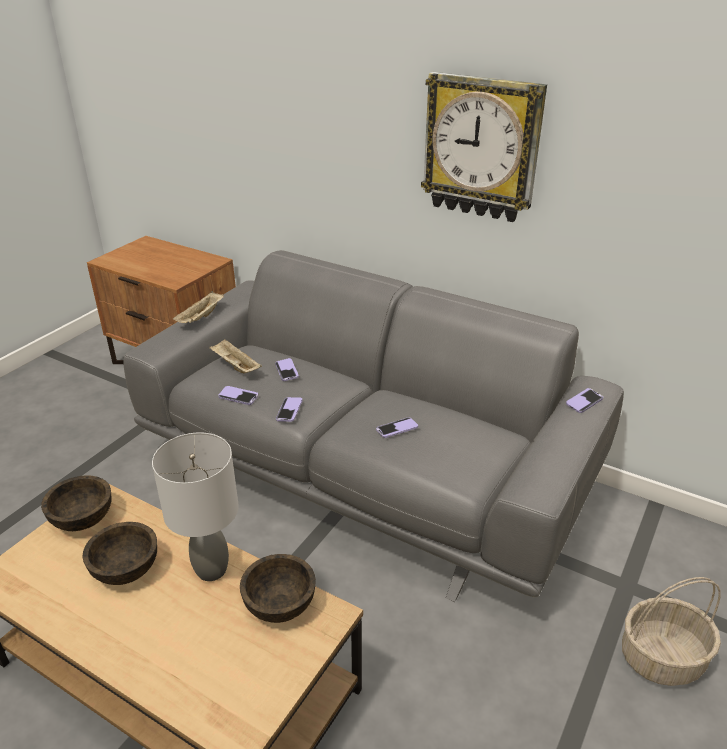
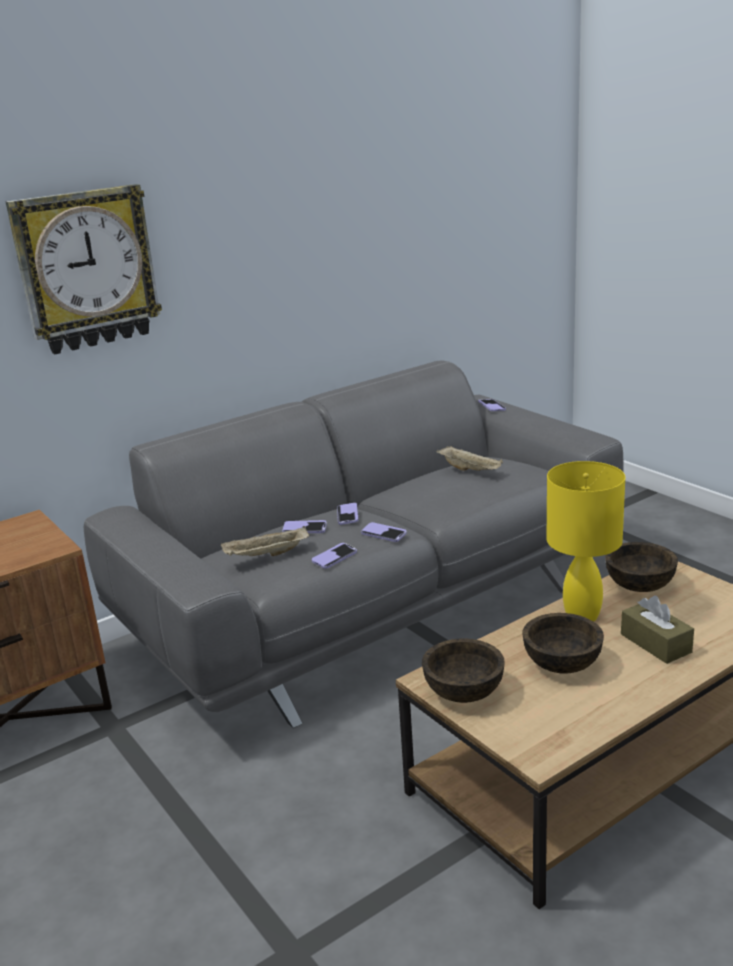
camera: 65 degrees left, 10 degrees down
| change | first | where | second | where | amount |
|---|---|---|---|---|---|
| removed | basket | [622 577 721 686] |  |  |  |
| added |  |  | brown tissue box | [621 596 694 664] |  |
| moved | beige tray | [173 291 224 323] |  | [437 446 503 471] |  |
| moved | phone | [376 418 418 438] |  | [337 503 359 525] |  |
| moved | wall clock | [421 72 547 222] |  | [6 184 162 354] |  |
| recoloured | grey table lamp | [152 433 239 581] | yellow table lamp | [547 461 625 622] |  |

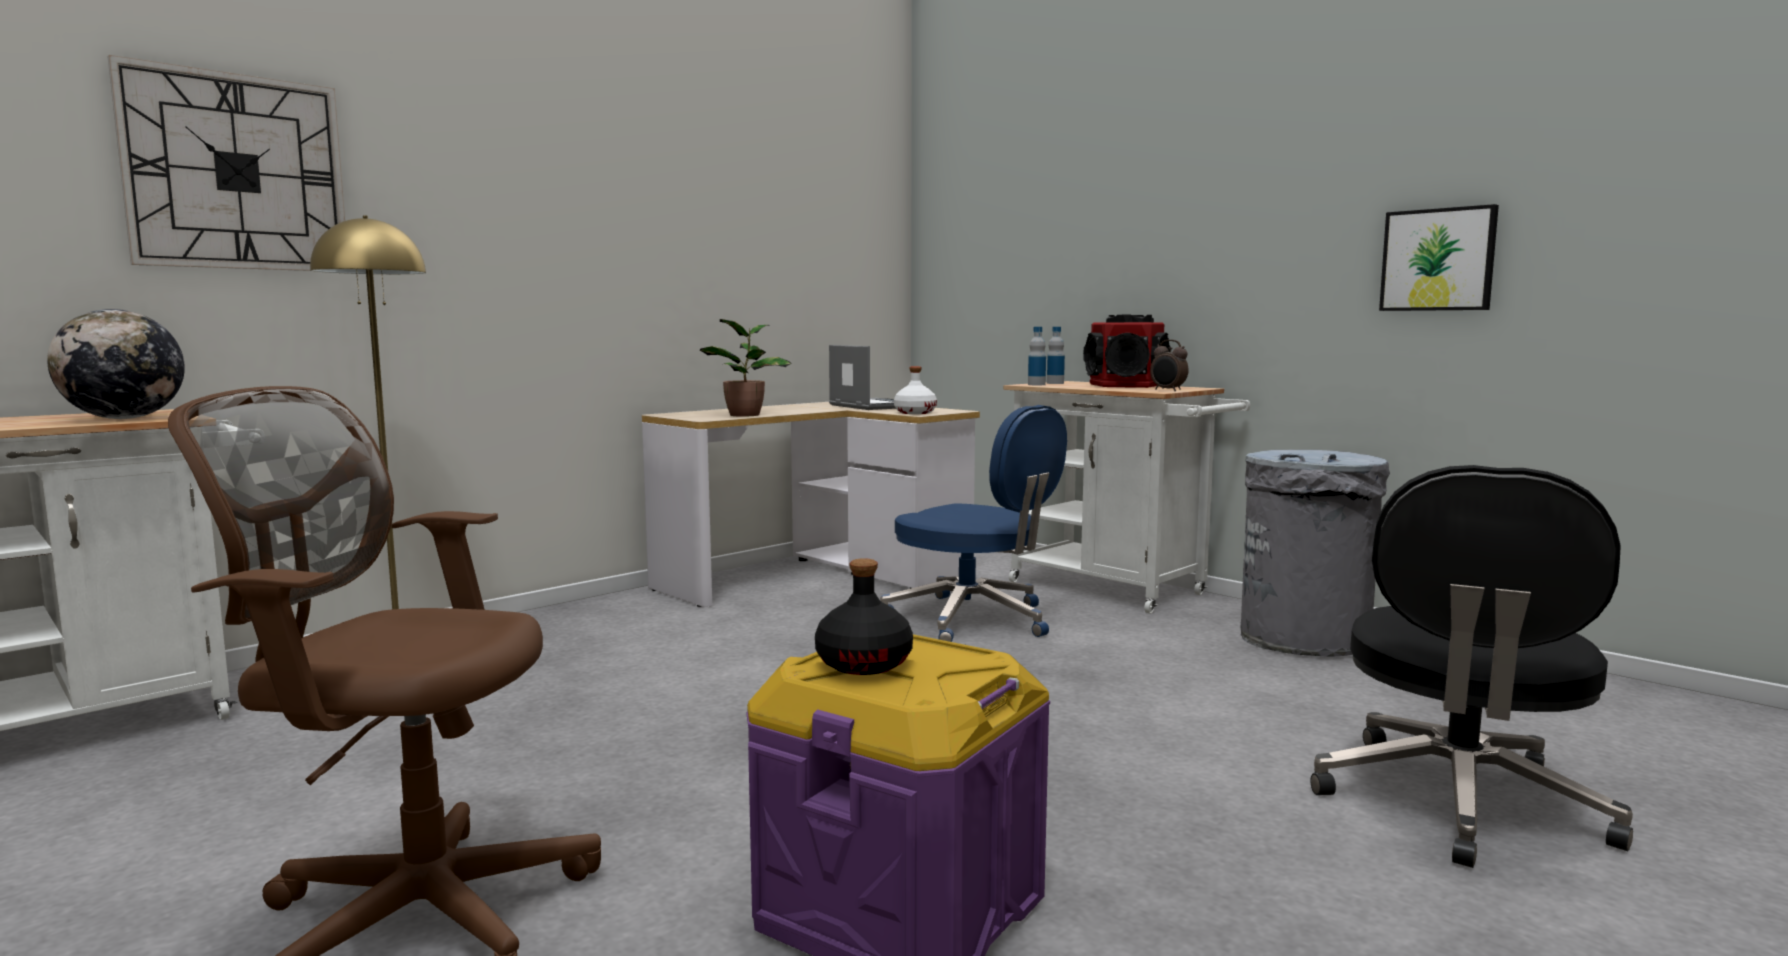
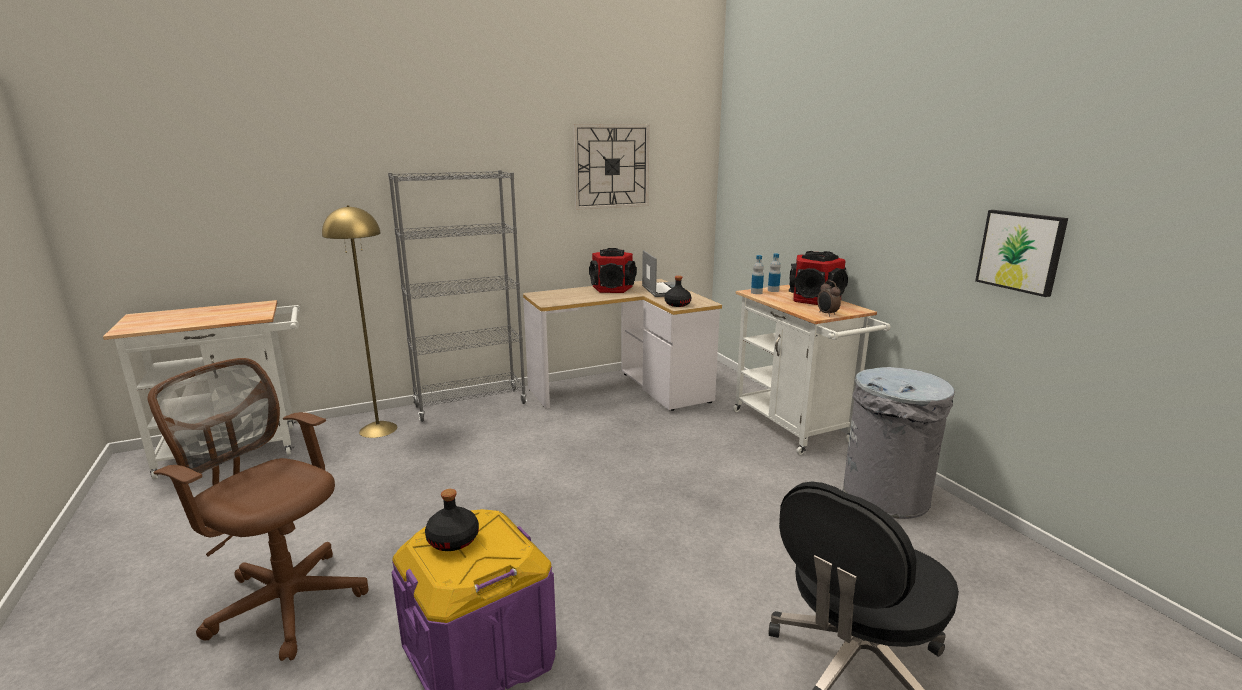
camera: 20 degrees right, 10 degrees up
| change | first | where | second | where | amount |
|---|---|---|---|---|---|
| removed | globe | [47 309 185 419] |  |  |  |
| removed | potted plant | [700 319 791 417] |  |  |  |
| removed | blue office chair | [880 405 1067 642] |  |  |  |
| added |  |  | grey bookcase | [388 170 527 422] |  |
| added |  |  | speaker | [589 248 637 293] |  |
| moved | wall clock | [107 55 345 271] |  | [573 124 649 210] |  |
| recoloured | white bottle | [894 366 937 414] | black bottle | [665 276 691 307] |  |

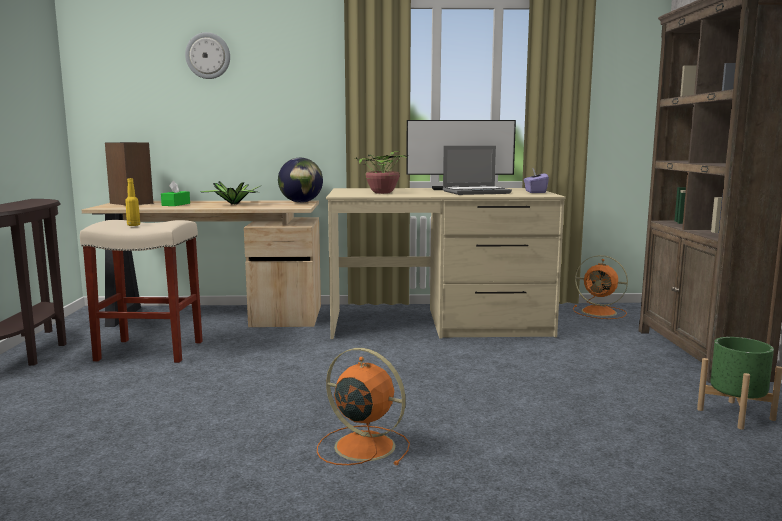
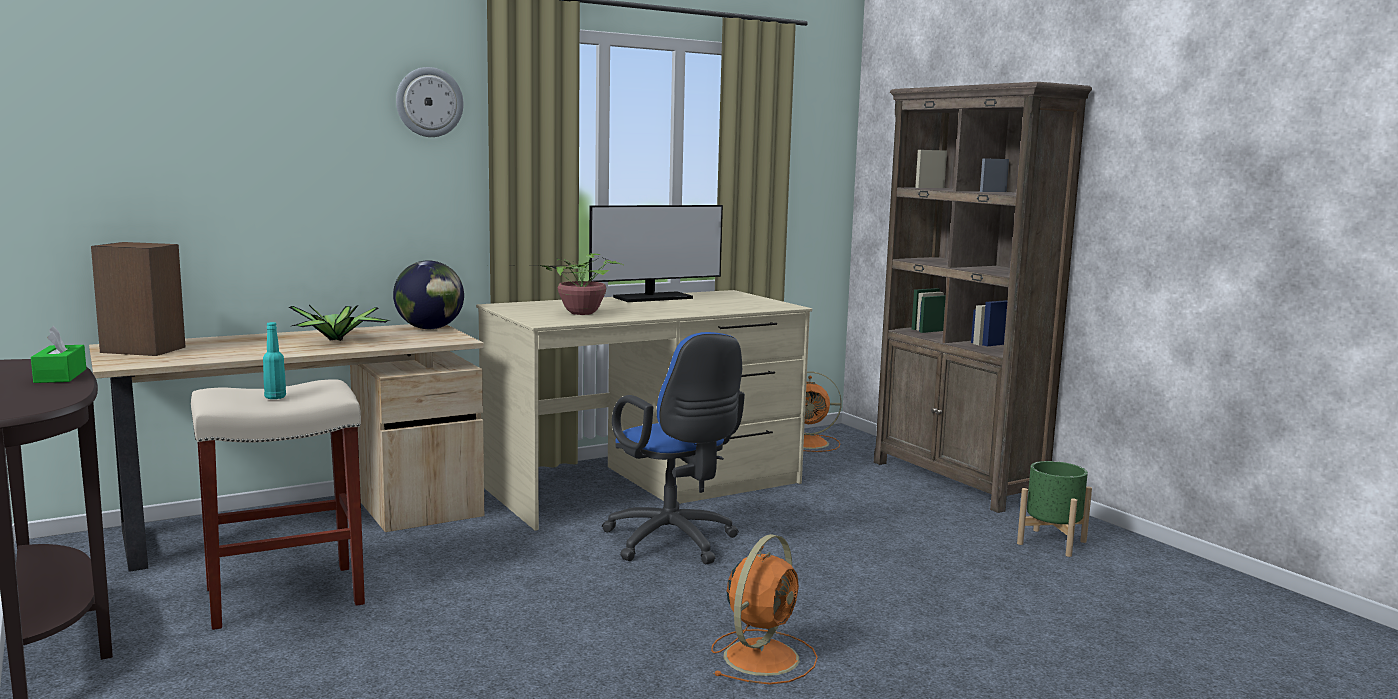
camera: 30 degrees left, 0 degrees up
| change | first | where | second | where | amount |
|---|---|---|---|---|---|
| removed | laptop | [443 146 512 195] |  |  |  |
| removed | purple tissue box | [524 168 549 193] |  |  |  |
| added |  |  | blue office chair | [602 332 745 564] |  |
| moved | green tissue box | [161 180 190 206] |  | [31 326 86 383] |  |
| moved | wall clock | [185 32 230 79] |  | [396 67 464 137] |  |
| recoloured | yellow bottle | [125 178 140 226] | turquoise bottle | [263 322 286 399] |  |
| turned | orange fan | [317 348 410 465] |  | [711 534 818 684] | 120 degrees clockwise |

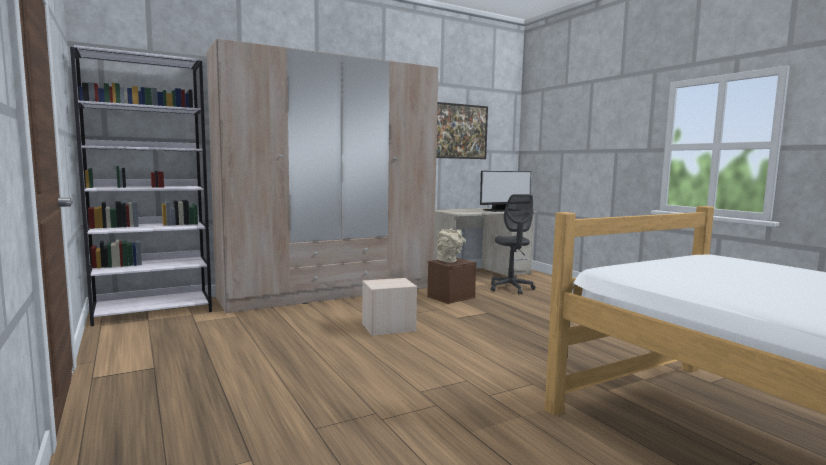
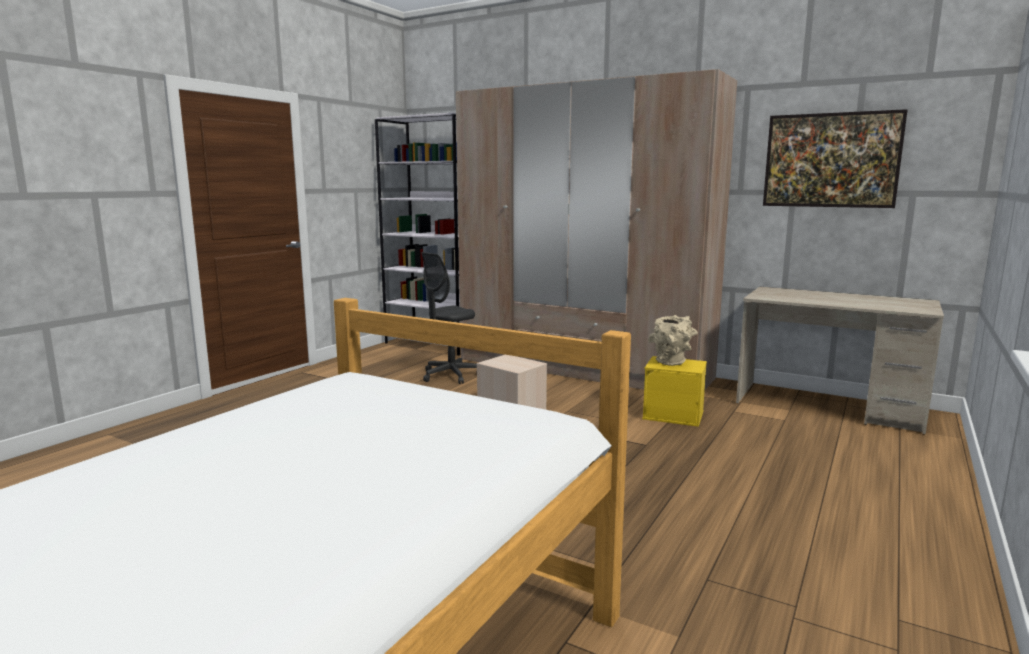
camera: 60 degrees right, 5 degrees up
| change | first | where | second | where | amount |
|---|---|---|---|---|---|
| removed | monitor | [480 171 531 212] |  |  |  |
| moved | grey office chair | [491 194 536 295] |  | [421 252 477 384] |  |
| recoloured | brown storage box | [427 258 477 304] | yellow storage box | [642 356 707 427] |  |

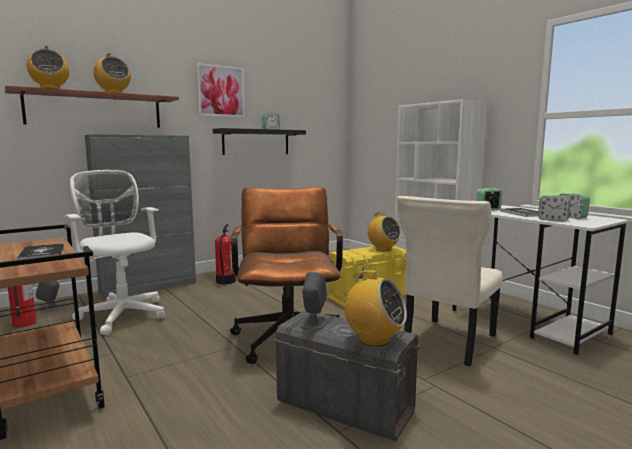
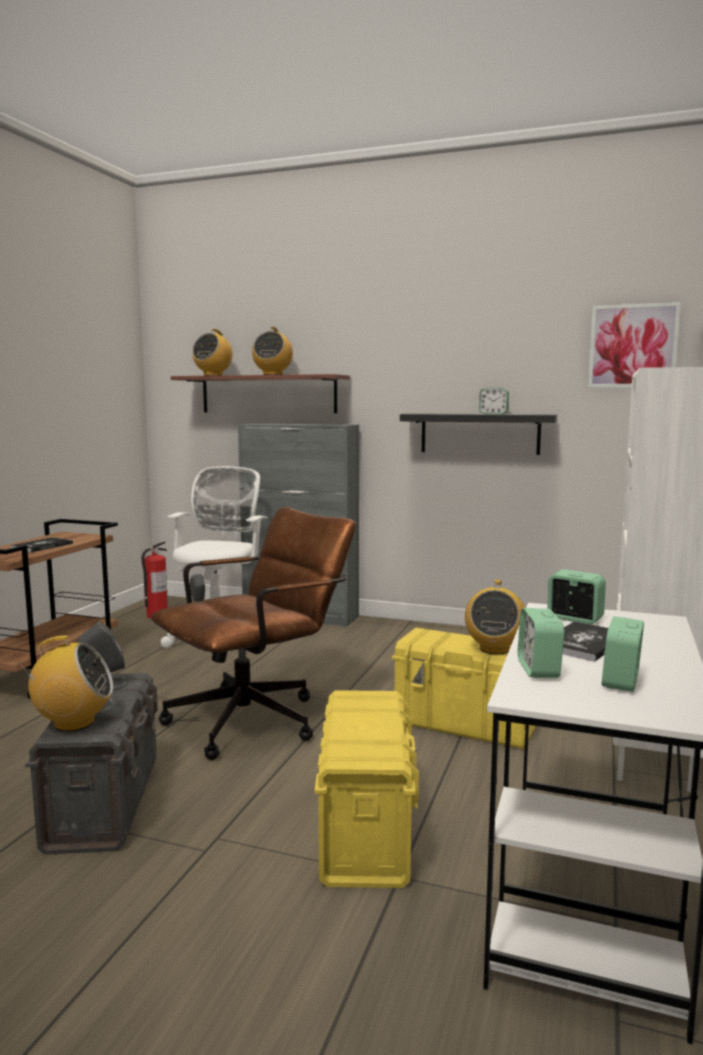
camera: 55 degrees right, 0 degrees up
| change | first | where | second | where | amount |
|---|---|---|---|---|---|
| removed | fire extinguisher | [215 224 236 284] |  |  |  |
| moved | picture | [196 63 245 118] |  | [588 302 681 388] |  |
| replaced | beige chair | [397 196 503 367] | yellow storage box | [314 690 419 888] |  |
| turned | radio | [339 270 407 346] |  | [18 635 113 732] | 90 degrees counterclockwise |

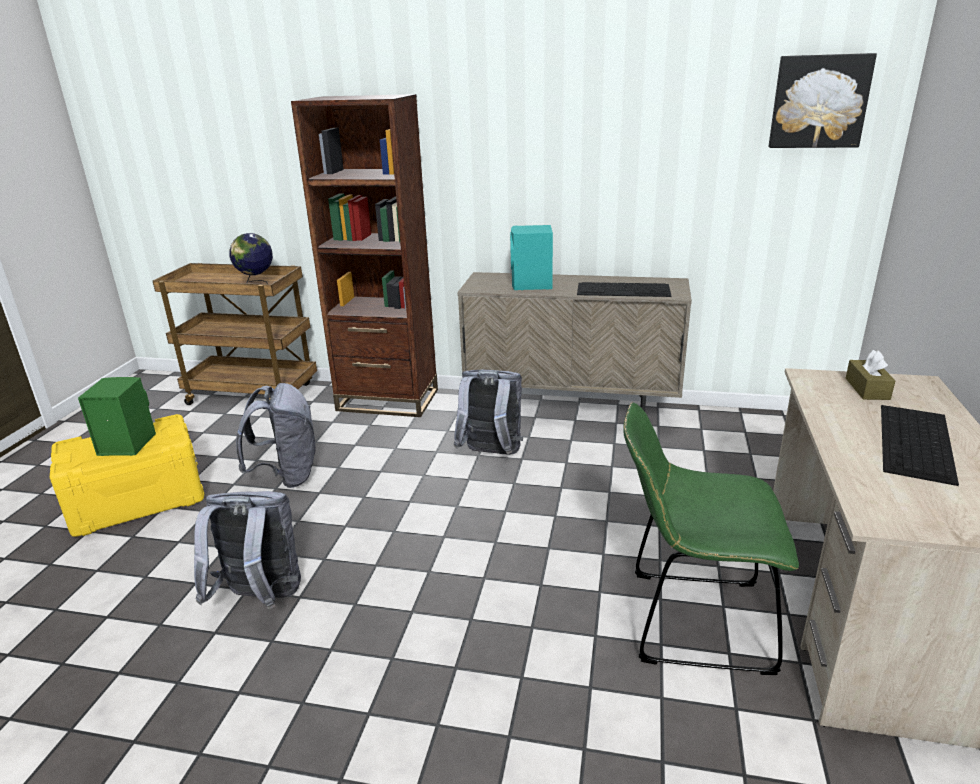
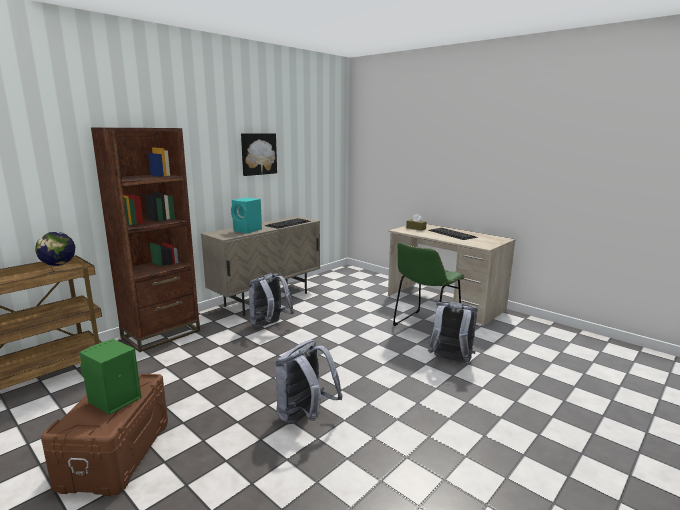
camera: 60 degrees left, 10 degrees down
| change | first | where | second | where | amount |
|---|---|---|---|---|---|
| moved | grey backpack | [236 383 316 488] |  | [428 302 478 363] |  |
| moved | picture | [769 53 877 148] |  | [241 133 277 176] |  |
| recoloured | yellow storage box | [50 414 205 537] | brown storage box | [41 374 168 496] |  |

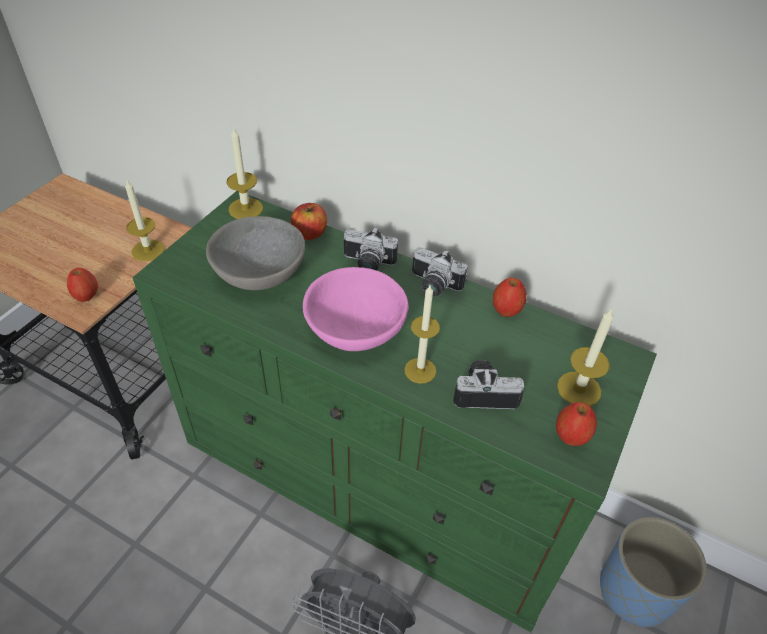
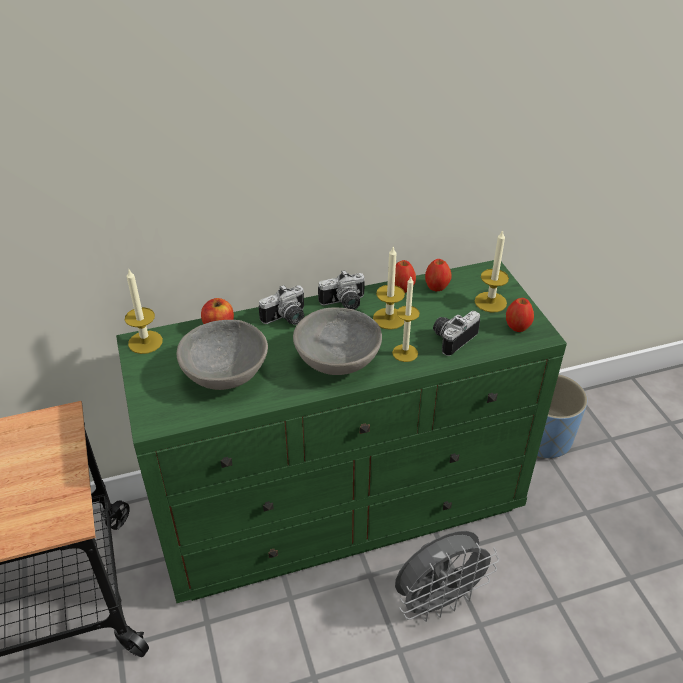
camera: 45 degrees left, 5 degrees down
| change | first | where | second | where | amount |
|---|---|---|---|---|---|
| moved | apple | [67 268 98 302] |  | [425 259 452 291] |  |
| moved | candle | [125 180 164 261] |  | [373 245 405 330] |  |
| recoloured | pink bowl | [303 267 409 351] | grey bowl | [293 307 382 375] |  |

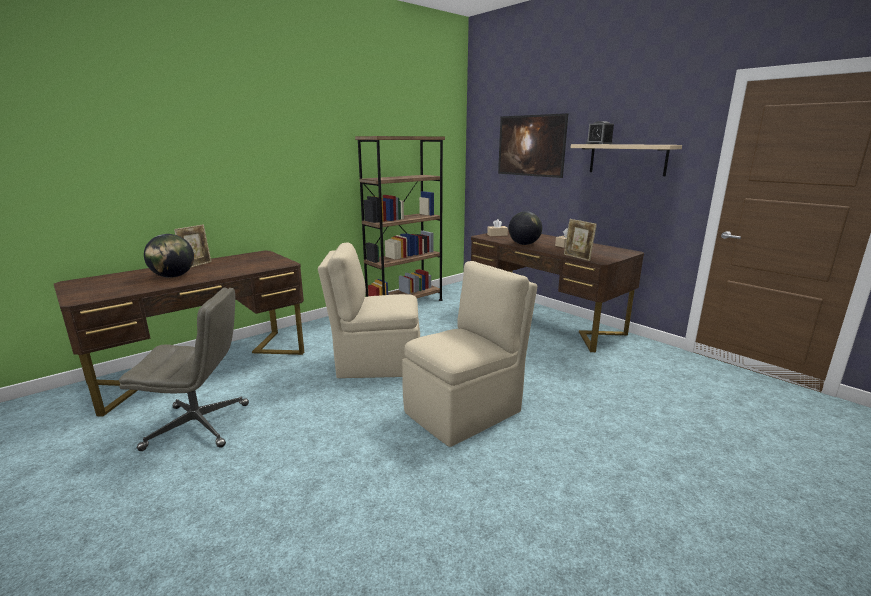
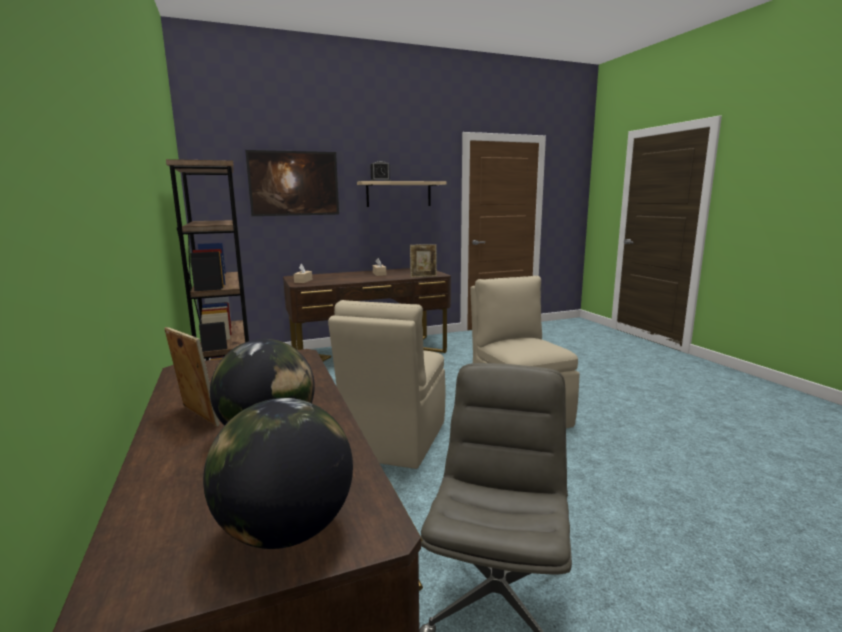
camera: 70 degrees left, 5 degrees down
| change | first | where | second | where | amount |
|---|---|---|---|---|---|
| moved | globe | [508 211 542 245] |  | [203 398 353 549] |  |

